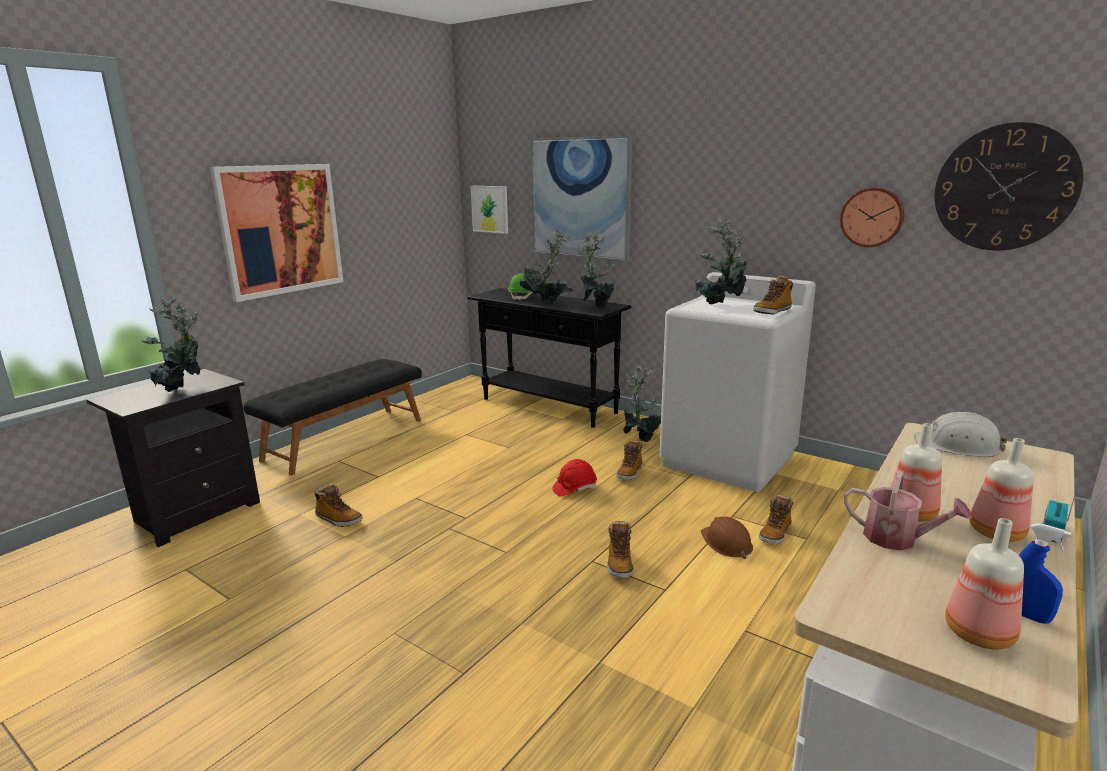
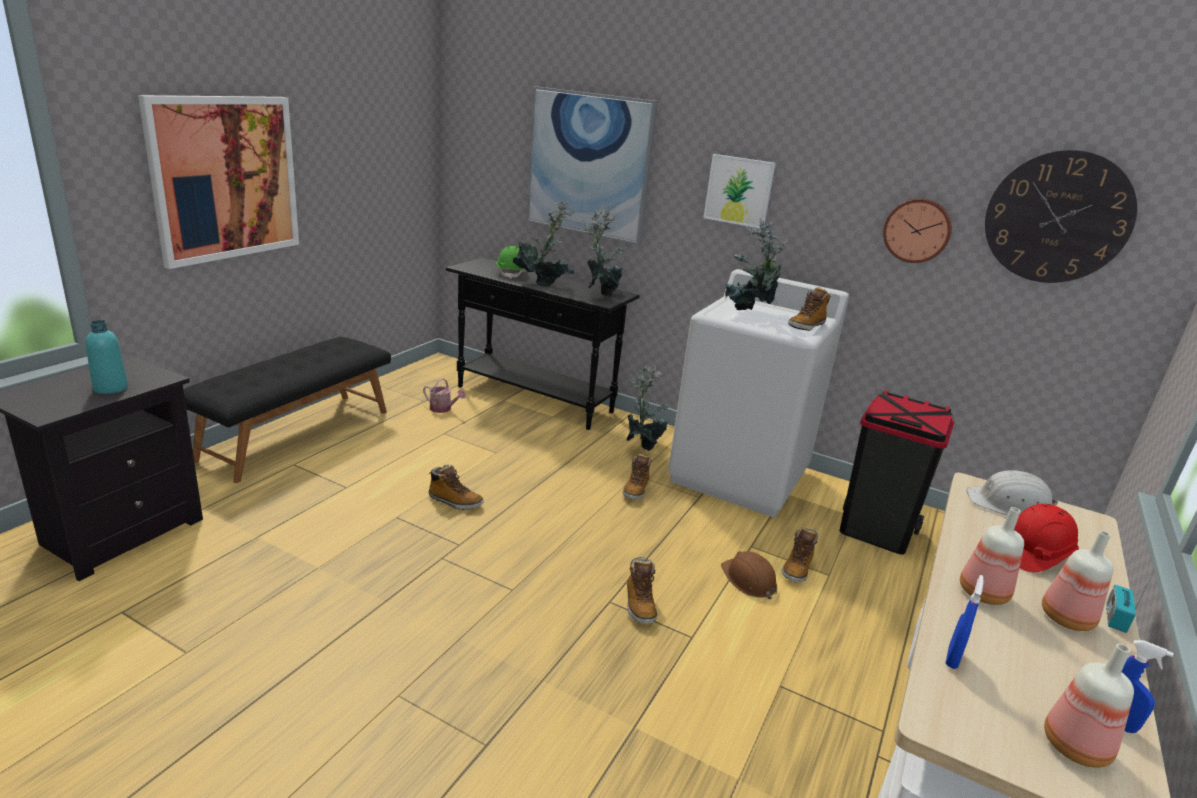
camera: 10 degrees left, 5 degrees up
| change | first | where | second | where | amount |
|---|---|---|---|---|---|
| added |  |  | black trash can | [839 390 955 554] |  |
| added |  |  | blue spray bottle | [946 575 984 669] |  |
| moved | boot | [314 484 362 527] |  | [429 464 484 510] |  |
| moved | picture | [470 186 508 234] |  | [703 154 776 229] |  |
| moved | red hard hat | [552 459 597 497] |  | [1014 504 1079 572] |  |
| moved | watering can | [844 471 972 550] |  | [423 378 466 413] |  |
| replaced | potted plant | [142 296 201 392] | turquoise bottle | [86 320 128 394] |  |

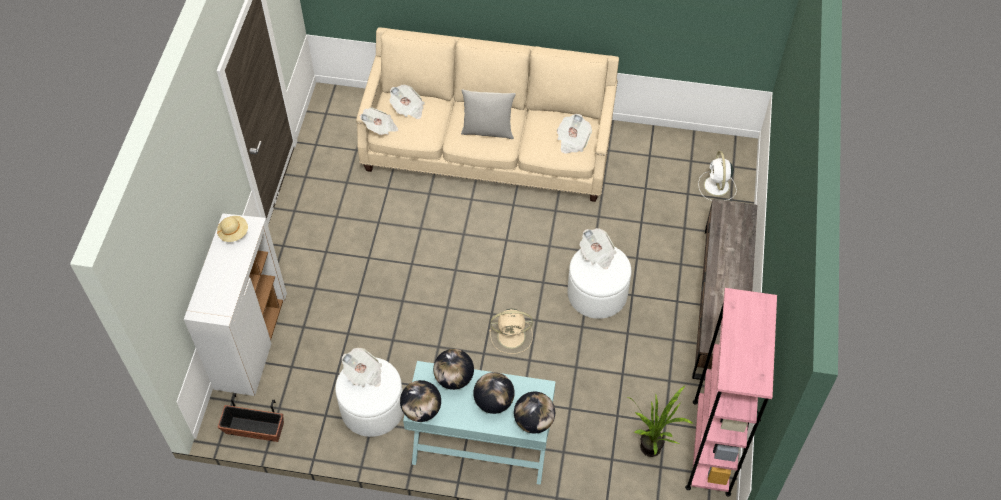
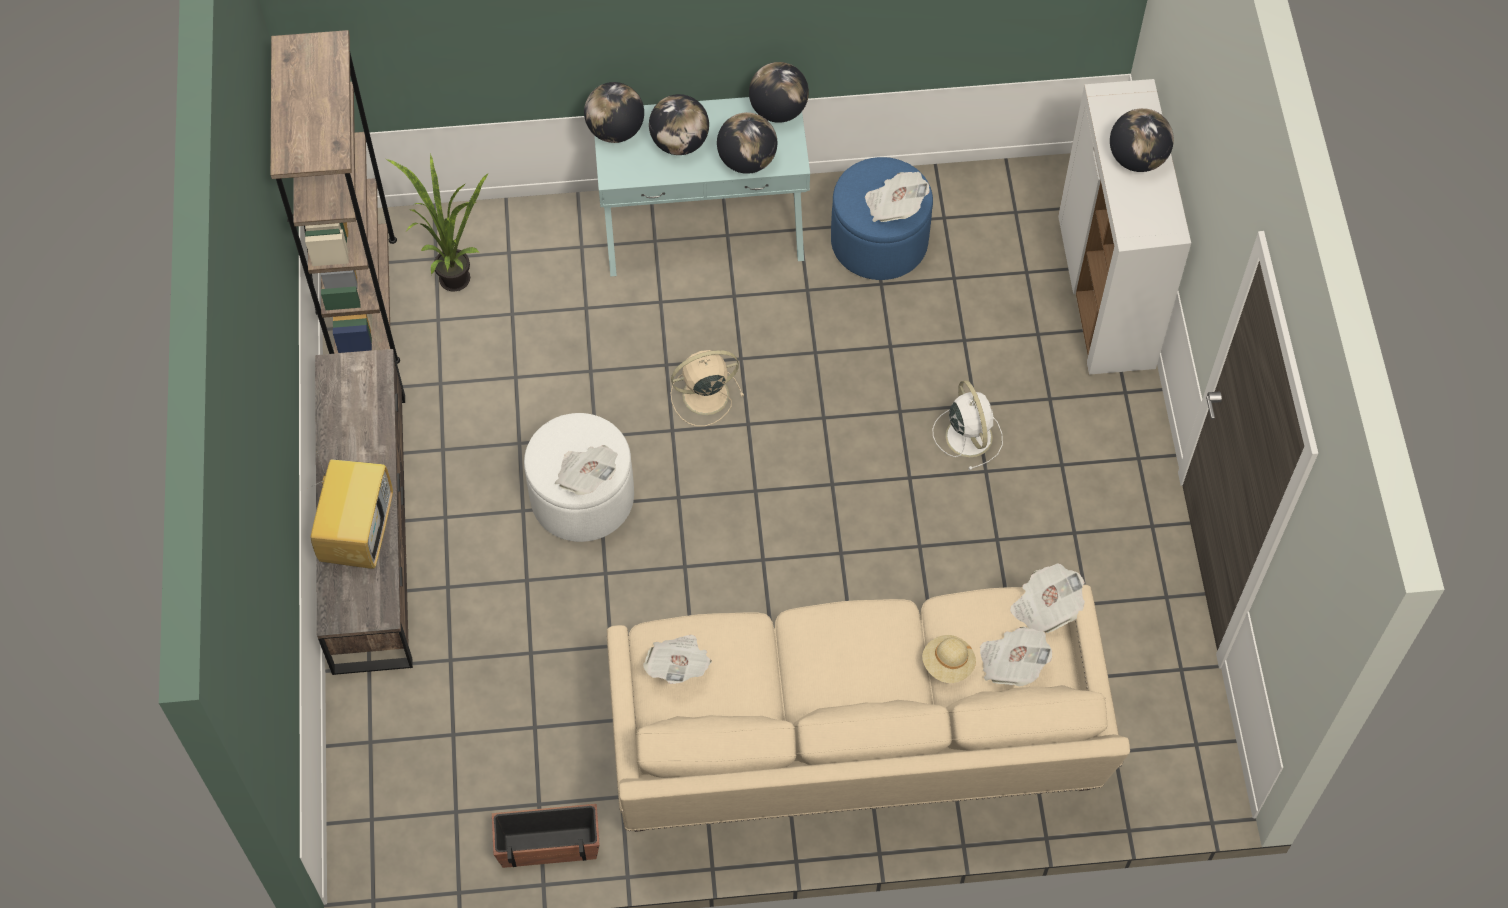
camera: 165 degrees right, 5 degrees up
| change | first | where | second | where | amount |
|---|---|---|---|---|---|
| removed | grey pillow | [461 89 516 139] |  |  |  |
| added |  |  | television | [311 452 393 569] |  |
| added |  |  | globe | [1110 108 1174 172] |  |
| moved | beige hat | [217 216 248 242] |  | [922 635 976 683] |  |
| moved | planter | [217 394 284 442] |  | [492 804 600 868] |  |
| moved | white fan | [698 151 737 201] |  | [933 380 1003 470] |  |
| recoloured | white ottoman | [335 357 404 437] | blue ottoman | [831 157 933 280] |  |
| recoloured | pink bookcase | [685 288 777 497] | brown bookcase | [271 30 400 364] |  |

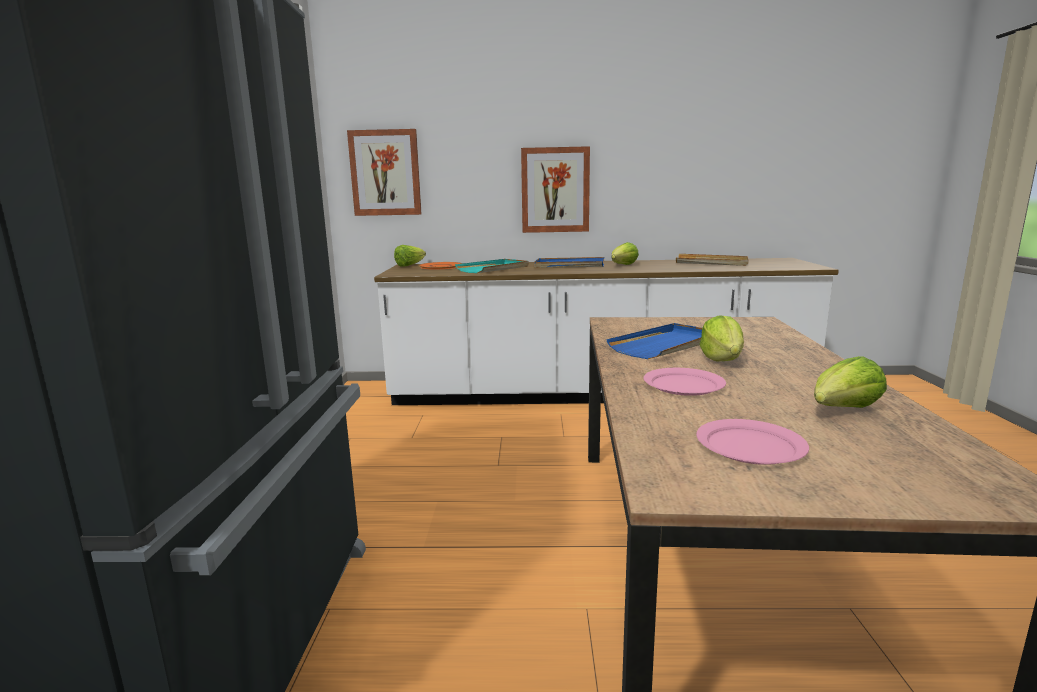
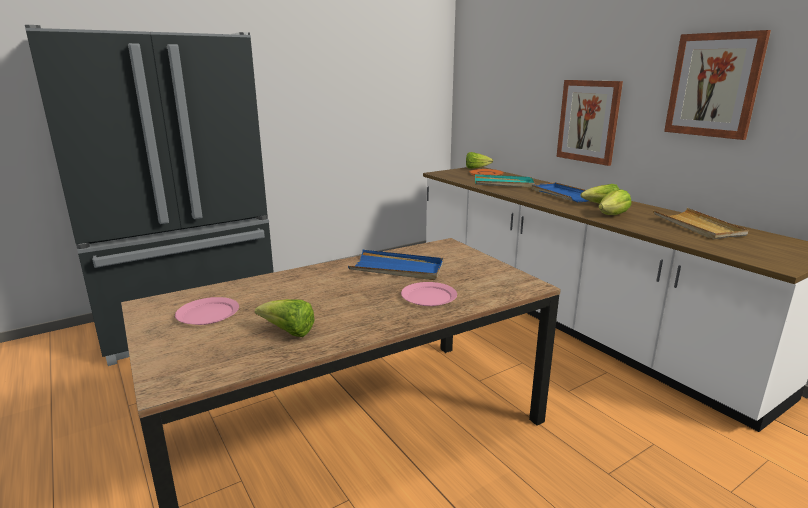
camera: 55 degrees right, 5 degrees up
| change | first | where | second | where | amount |
|---|---|---|---|---|---|
| moved | picture | [347 129 422 216] |  | [664 30 771 140] |  |
| moved | pink plate | [644 368 726 396] |  | [401 282 457 306] |  |
| moved | lettuce | [700 315 744 361] |  | [598 189 631 215] |  |

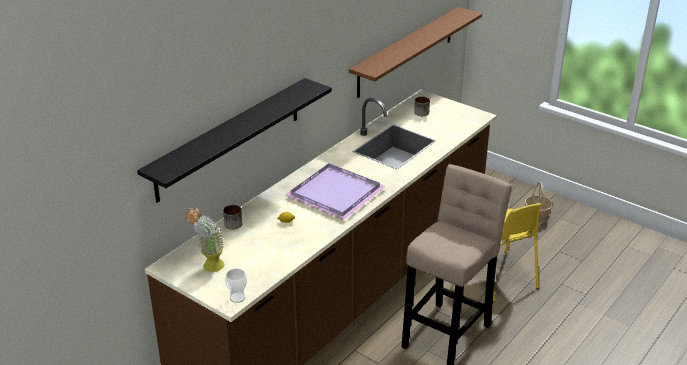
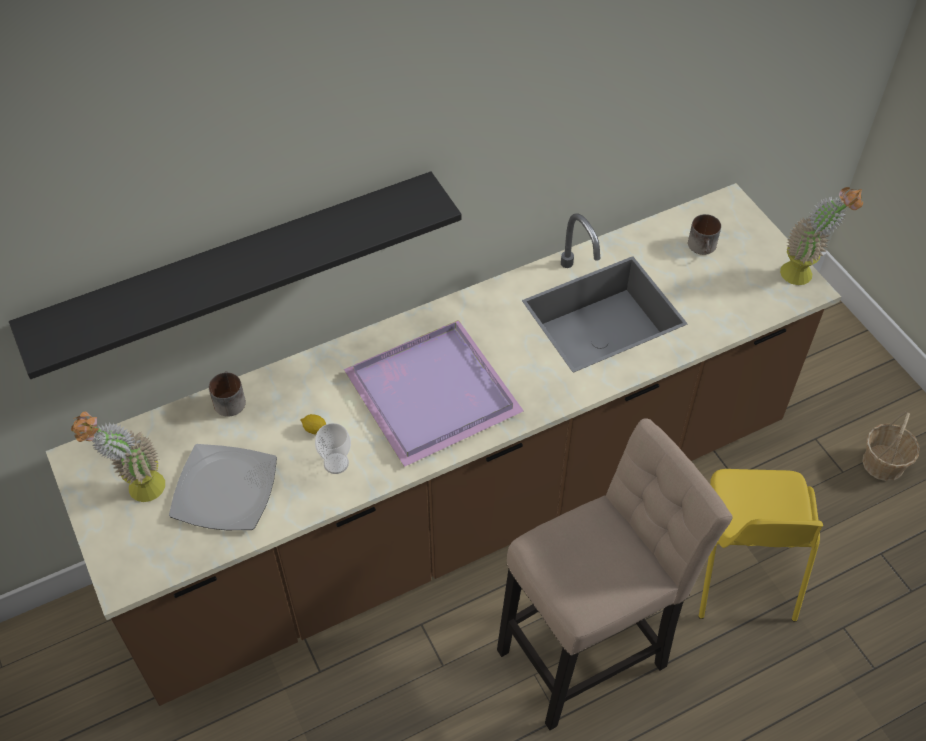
camera: 25 degrees right, 20 degrees up
| change | first | where | second | where | amount |
|---|---|---|---|---|---|
| removed | brown shelf | [349 7 482 98] |  |  |  |
| added |  |  | plate | [169 444 277 530] |  |
| added |  |  | potted plant | [780 187 863 285] |  |
| moved | cup | [225 269 247 303] |  | [315 423 351 474] |  |

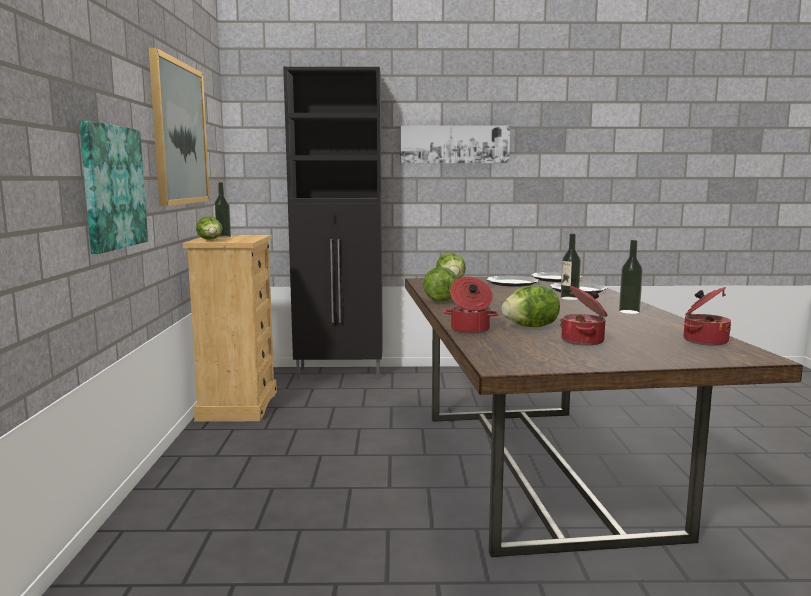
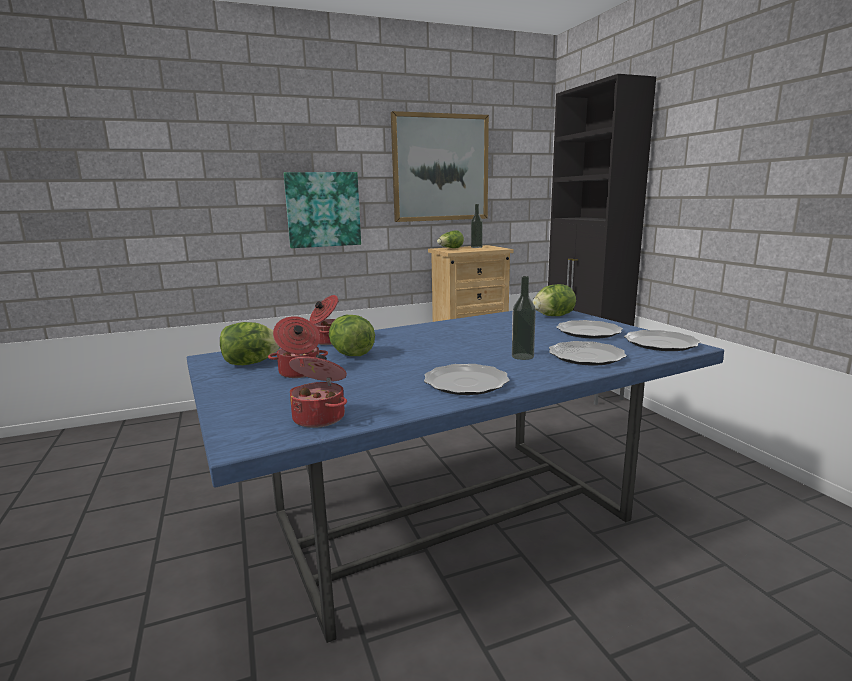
camera: 70 degrees right, 5 degrees up
| change | first | where | second | where | amount |
|---|---|---|---|---|---|
| removed | picture | [401 126 510 163] |  |  |  |
| moved | lettuce | [423 267 458 302] |  | [220 322 280 365] |  |
| replaced | bottle | [619 240 643 314] | plate | [424 364 510 395] |  |
| recoloured | brown dining table | [405 276 803 557] | blue dining table | [187 310 724 643] |  |

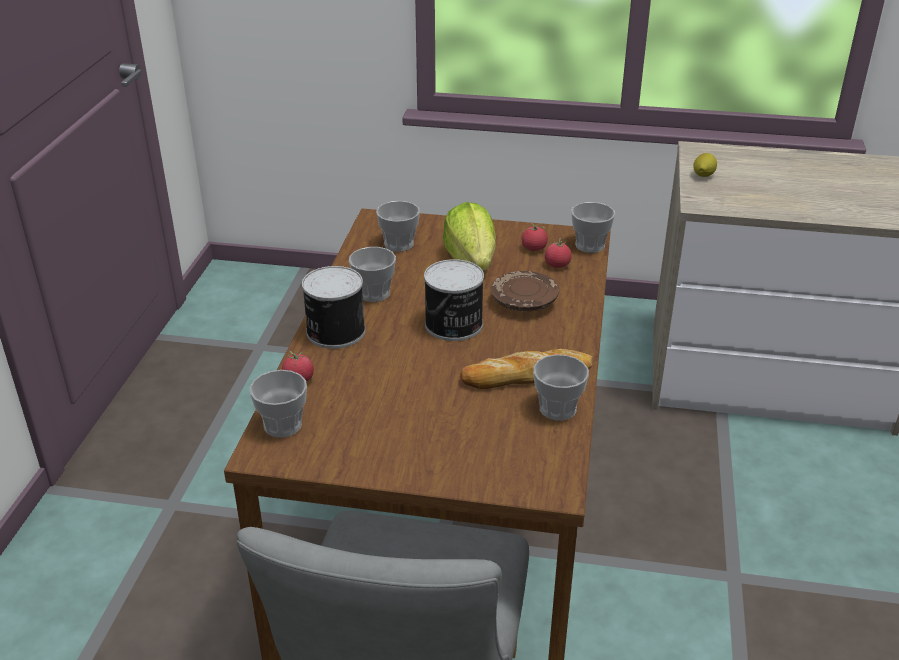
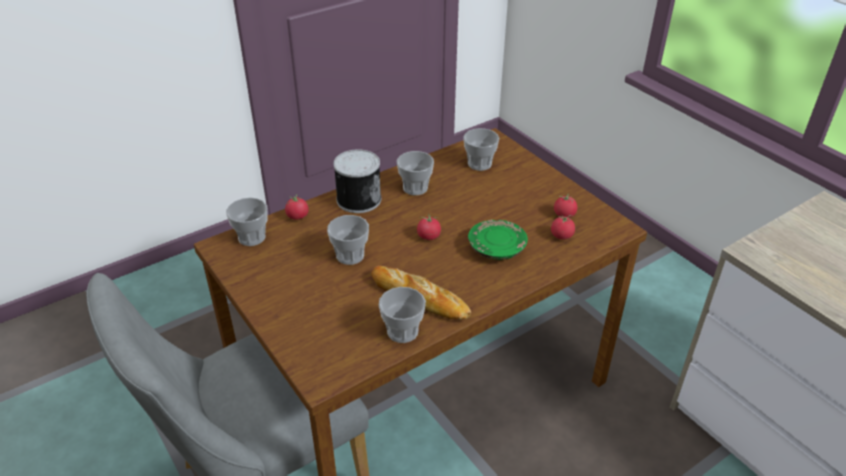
camera: 45 degrees right, 5 degrees up
| change | first | where | second | where | amount |
|---|---|---|---|---|---|
| removed | lettuce | [443 202 496 271] |  |  |  |
| removed | lemon | [693 153 717 177] |  |  |  |
| moved | cup | [571 202 615 253] |  | [327 215 369 265] |  |
| replaced | can | [424 259 484 341] | tomato | [417 215 441 240] |  |
| recoloured | brown plate | [491 271 559 311] | green plate | [468 220 528 260] |  |

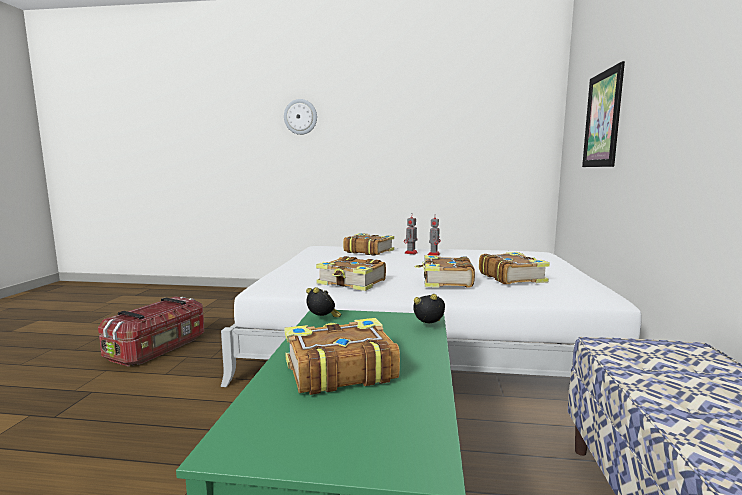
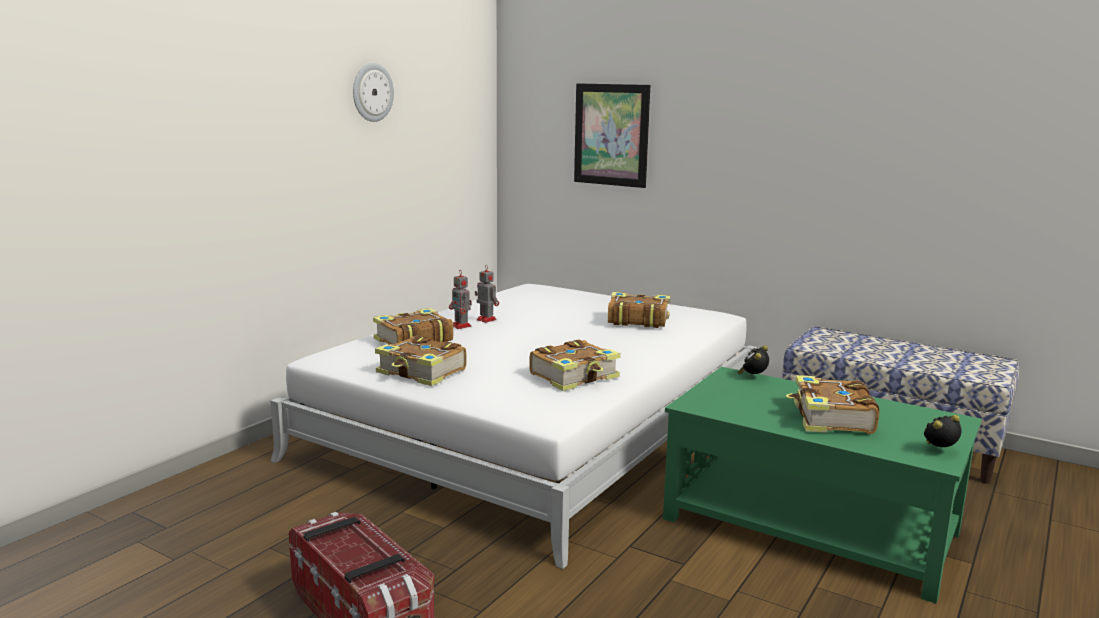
camera: 65 degrees left, 5 degrees up
| change | first | where | second | where | amount |
|---|---|---|---|---|---|
| moved | wall clock | [284 99 317 135] |  | [353 63 394 122] |  |
| moved | alarm clock | [306 287 342 317] |  | [924 415 961 447] |  |
| moved | book | [414 255 475 287] |  | [375 335 467 386] |  |

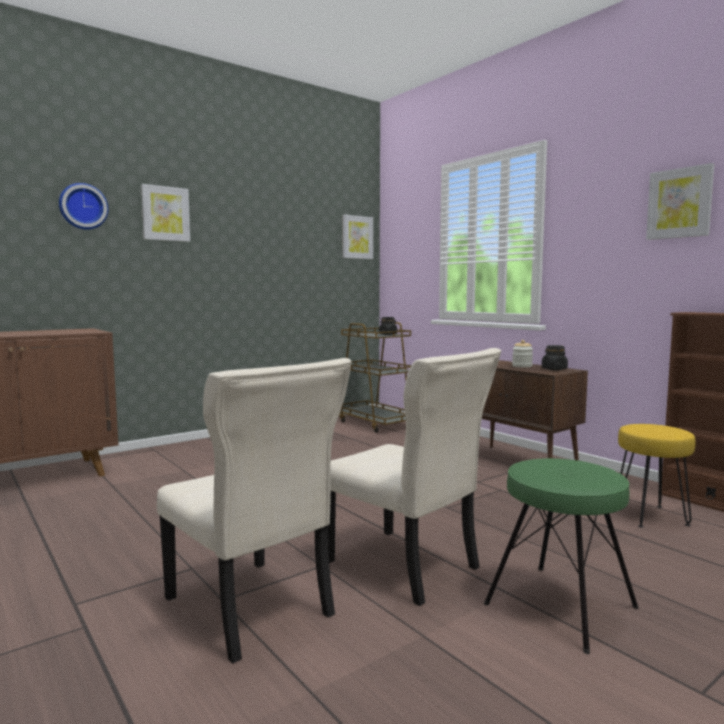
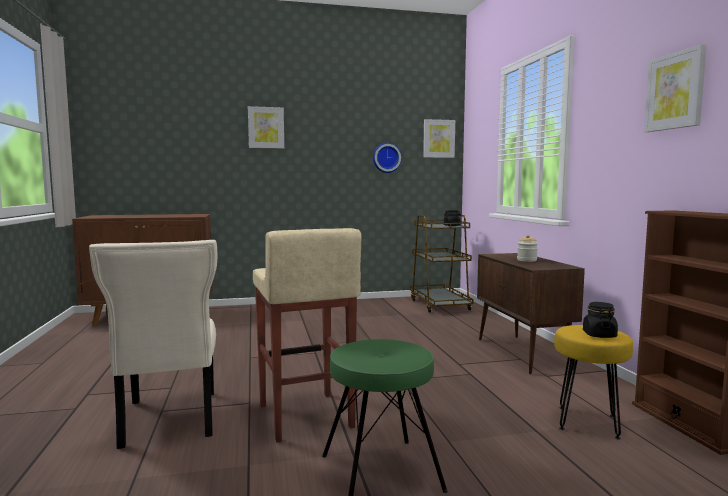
camera: 25 degrees right, 0 degrees up
| change | first | where | second | where | amount |
|---|---|---|---|---|---|
| moved | wall clock | [59 183 108 230] |  | [373 143 402 173] |  |
| moved | black jar | [542 345 568 370] |  | [583 302 618 338] |  |
| replaced | beige chair | [328 348 501 606] | beige stool | [253 228 362 442] |  |

